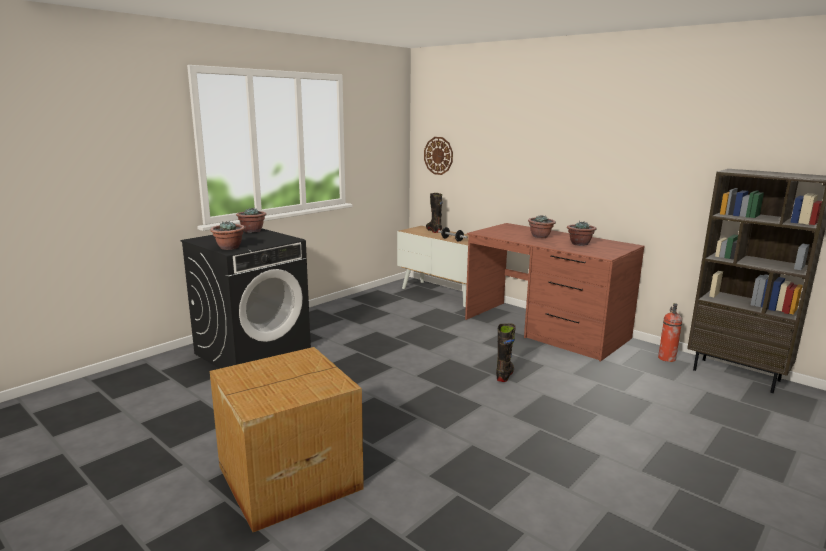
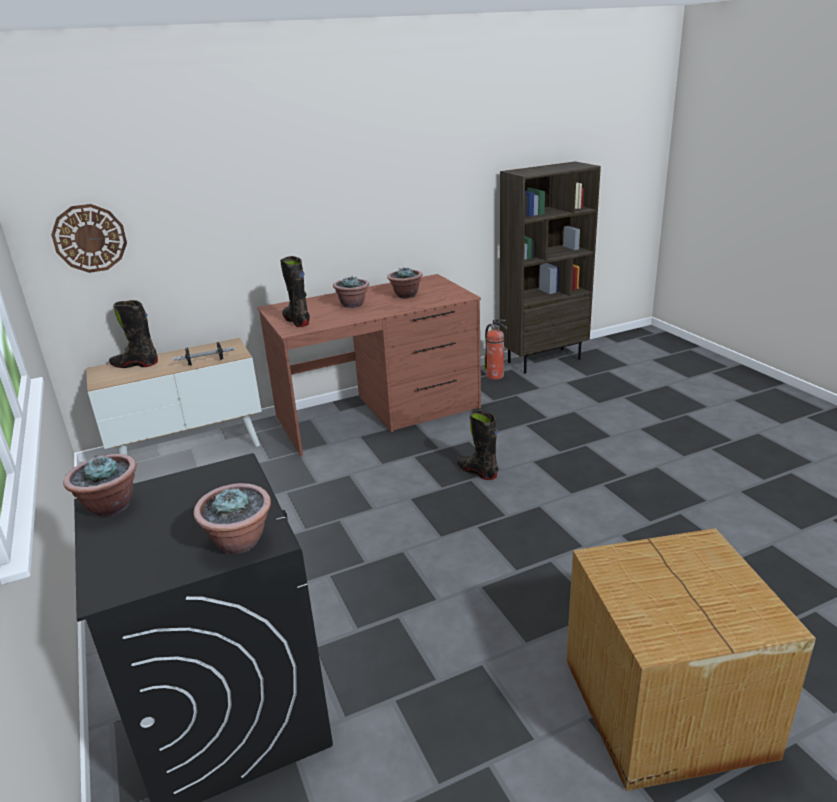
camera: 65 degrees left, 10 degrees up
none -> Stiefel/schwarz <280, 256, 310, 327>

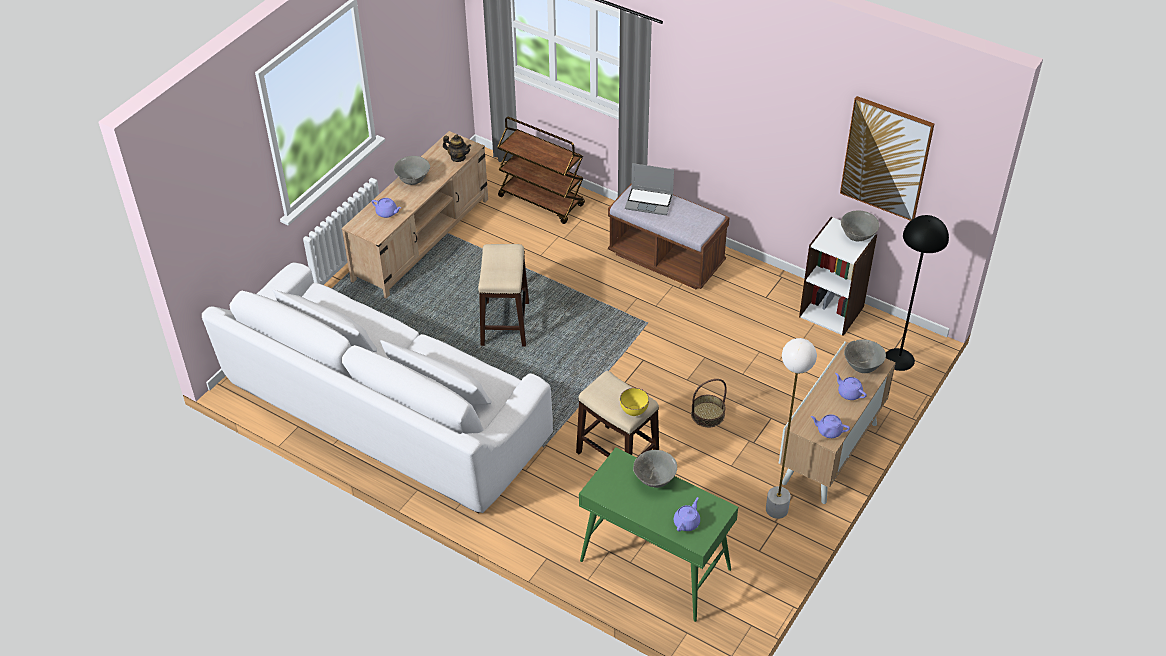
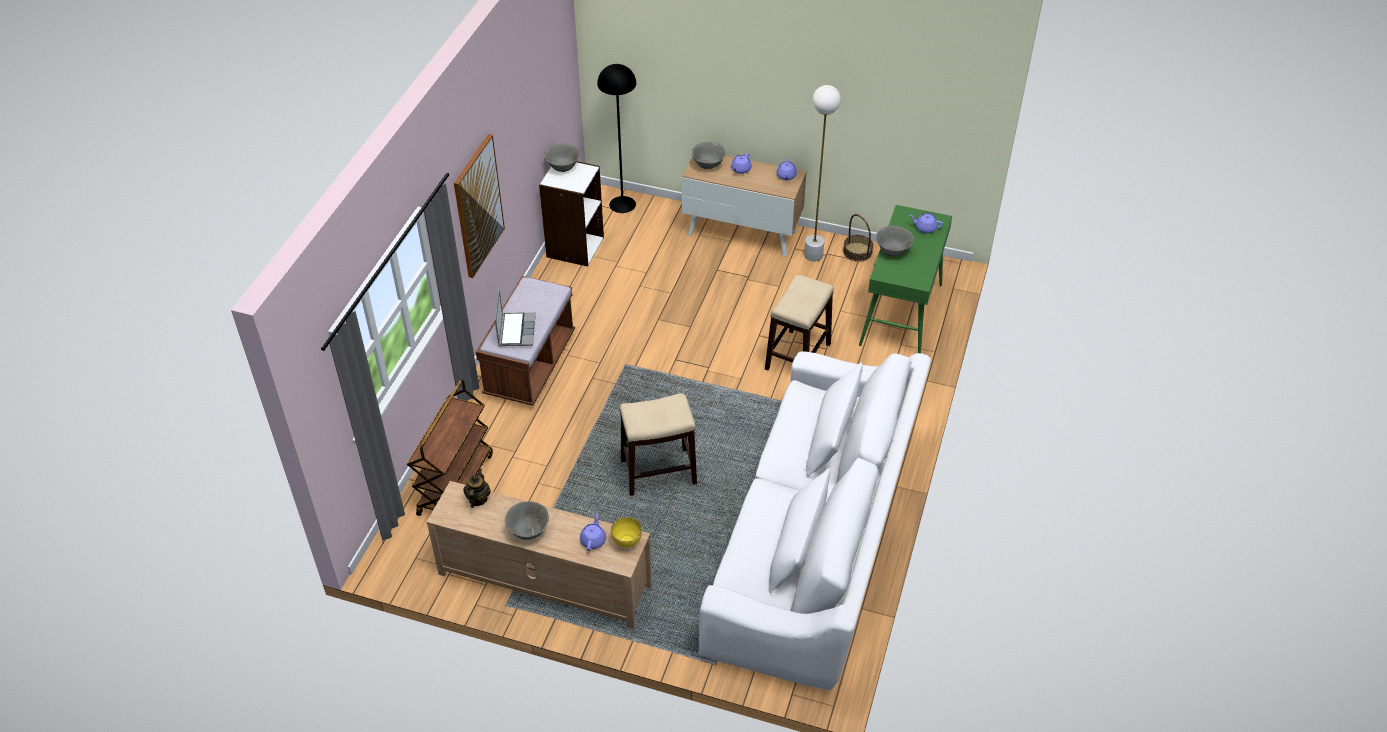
camera: 105 degrees left, 0 degrees up
Schüssel/gelb <620, 388, 649, 416> -> Schüssel/gelb <611, 517, 642, 548>, relocated
Korb <691, 379, 727, 427> -> Korb <843, 214, 873, 262>, relocated
Bild <840, 96, 934, 221> -> Bild <454, 134, 505, 278>, relocated

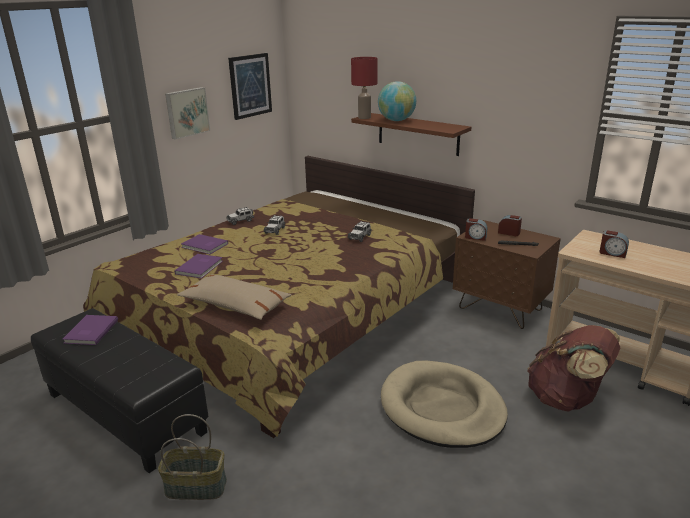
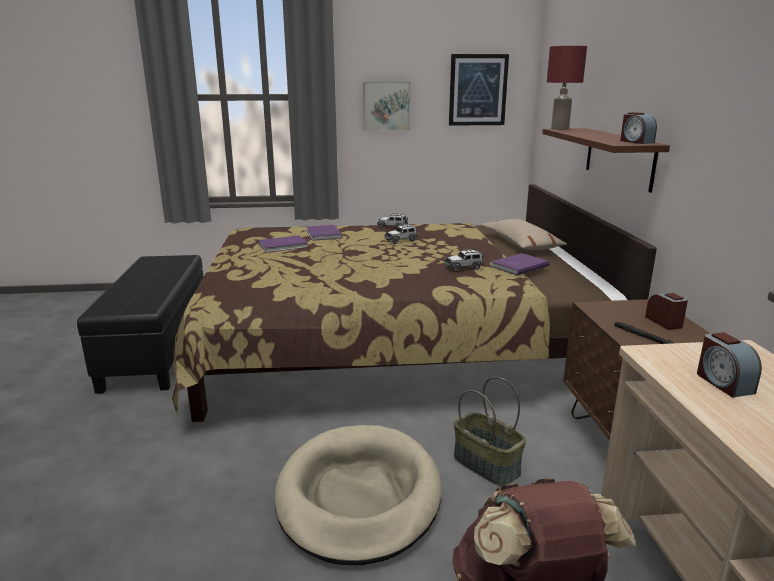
camera: 45 degrees right, 5 degrees down
Buch/lila <62, 315, 118, 345> -> Buch/lila <490, 253, 550, 276>, relocated
Korb <158, 414, 227, 500> -> Korb <454, 377, 526, 486>, relocated
Kissen/beige <177, 274, 292, 320> -> Kissen/beige <481, 219, 567, 250>, relocated
Globus <378, 81, 416, 121> -> none
Wecker <465, 218, 487, 241> -> Wecker <620, 112, 657, 144>, relocated

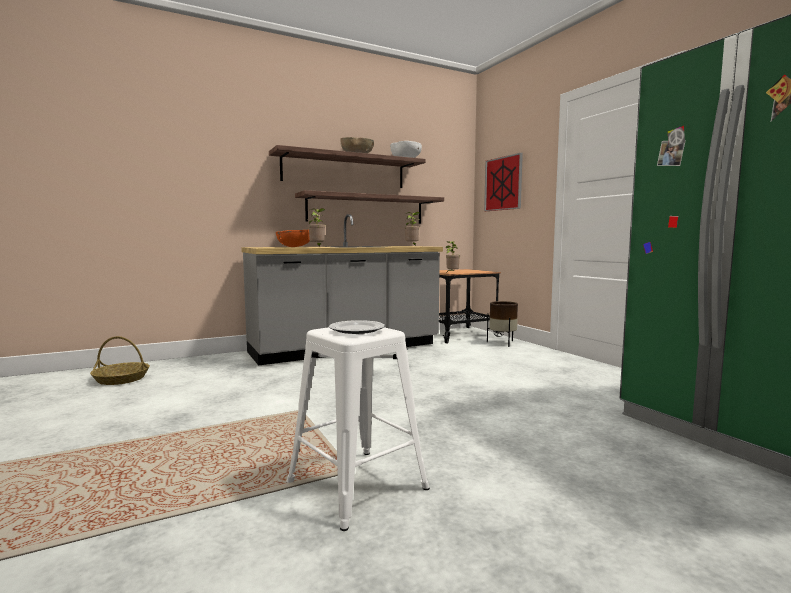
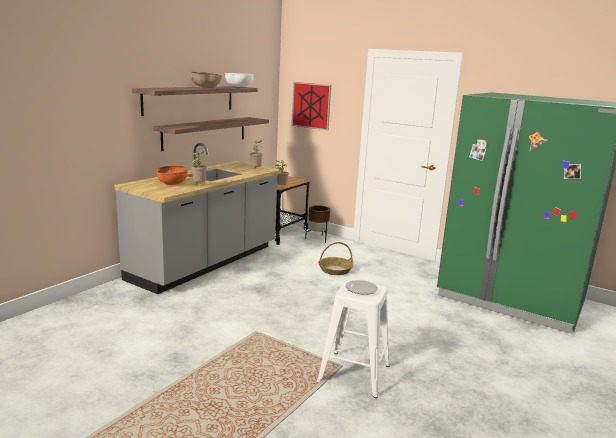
camera: 30 degrees left, 10 degrees up
Korb <90, 336, 150, 385> -> Korb <318, 242, 353, 275>, relocated

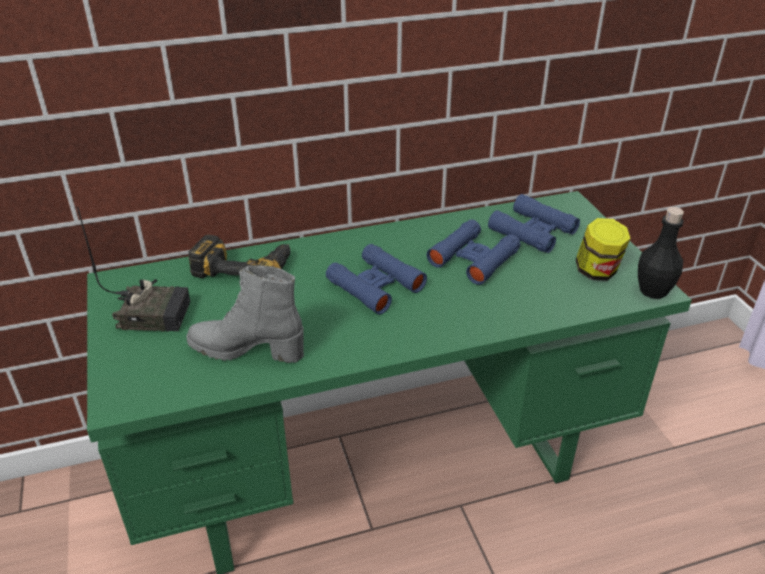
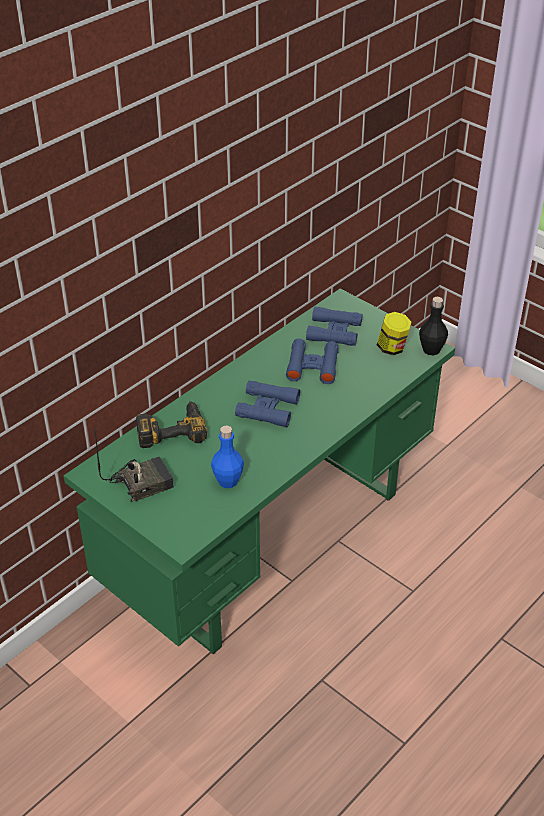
camera: 30 degrees left, 5 degrees up
Stiefel/grau <186, 265, 304, 363> -> Flasche/blau <211, 426, 244, 488>

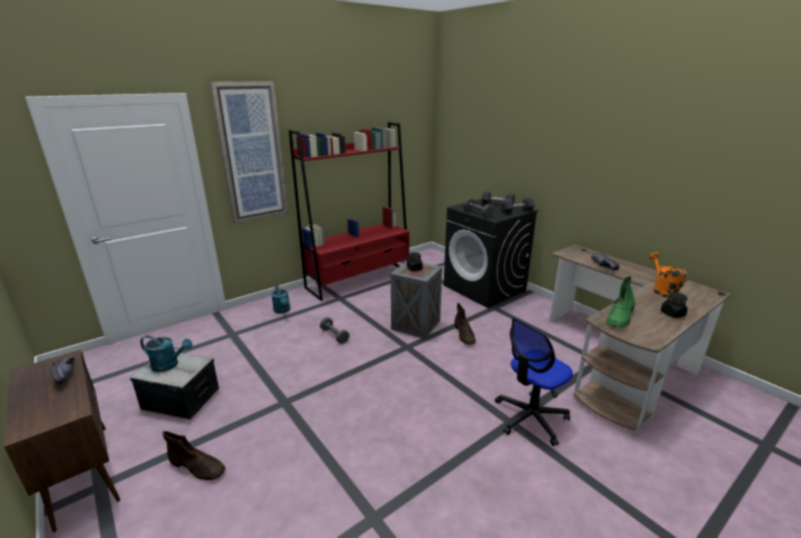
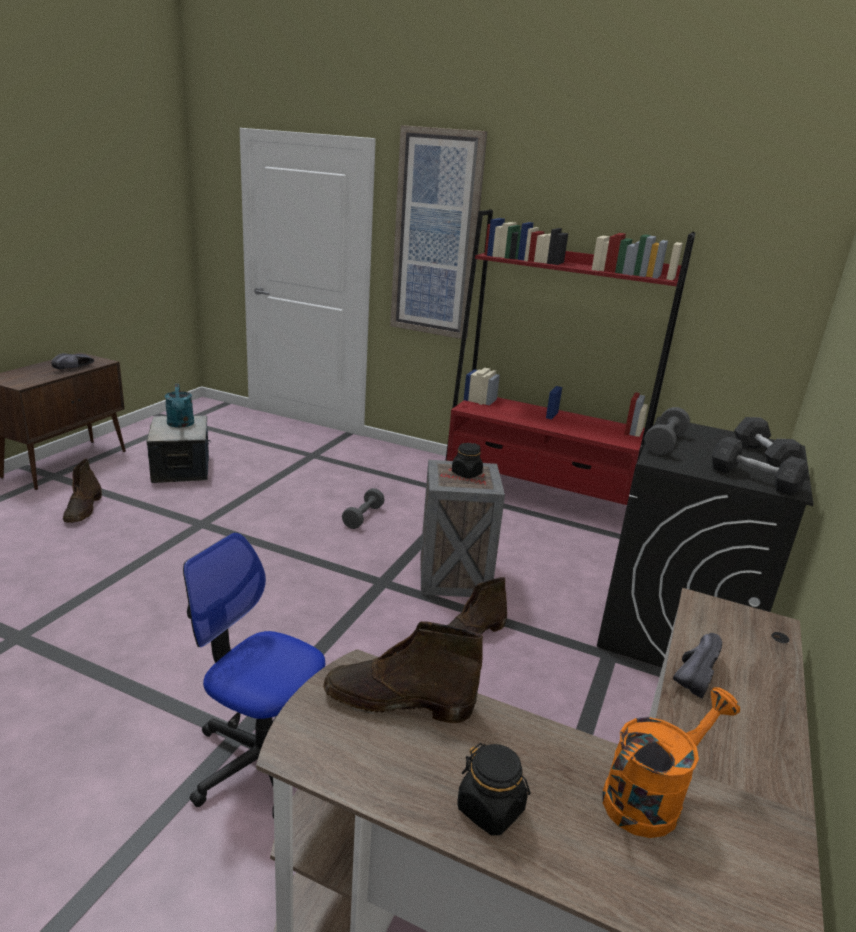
camera: 60 degrees right, 0 degrees up
Gießkanne/türkis <271, 285, 290, 313> -> none
Stiefel/grün <607, 276, 635, 328> -> Stiefel/braun <324, 621, 483, 723>

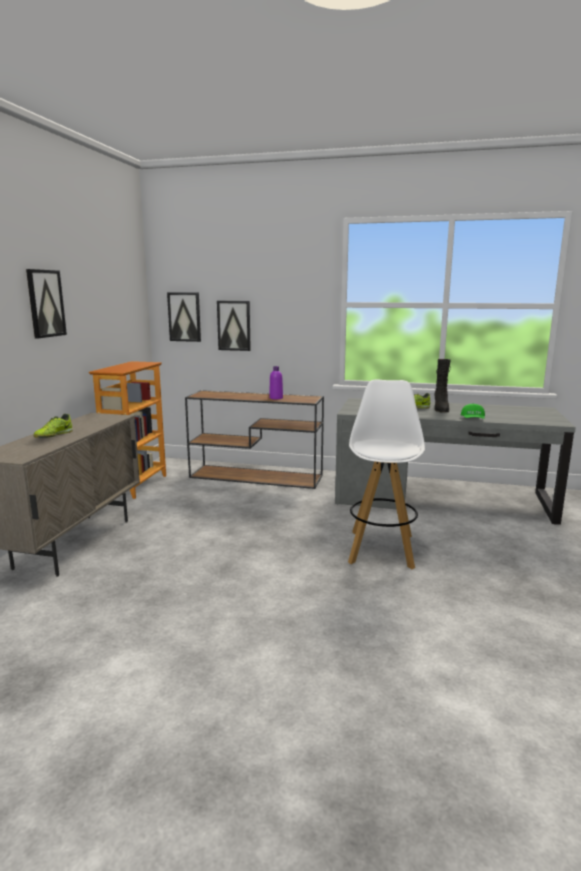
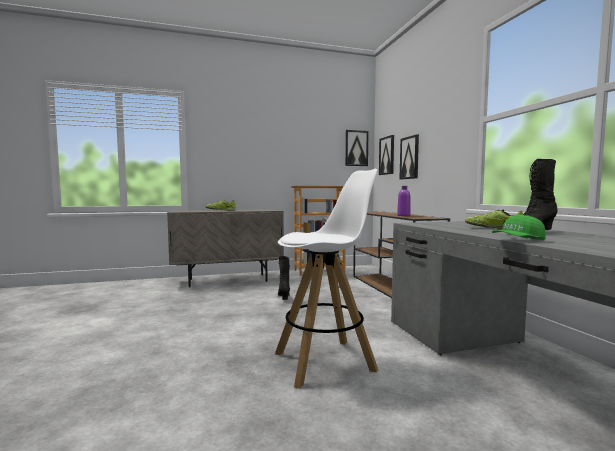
camera: 60 degrees right, 10 degrees down
Bild <26, 269, 67, 338> -> Bild <345, 130, 369, 166>, relocated
none -> Stiefel/schwarz <278, 256, 290, 300>

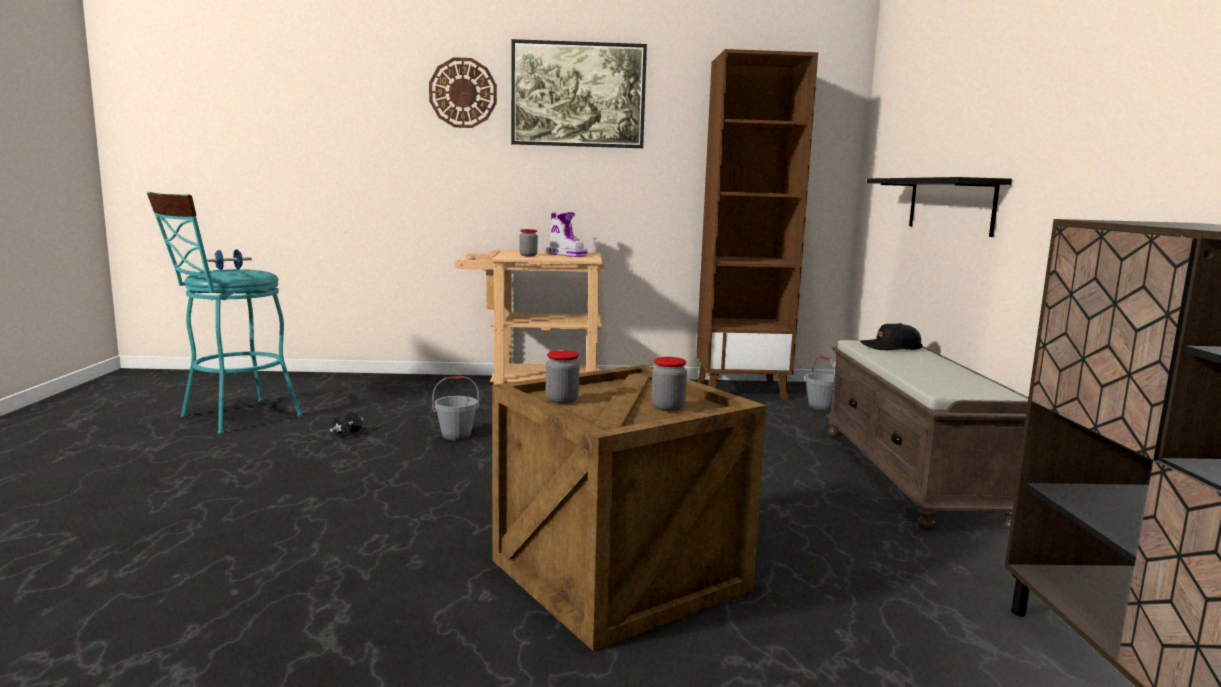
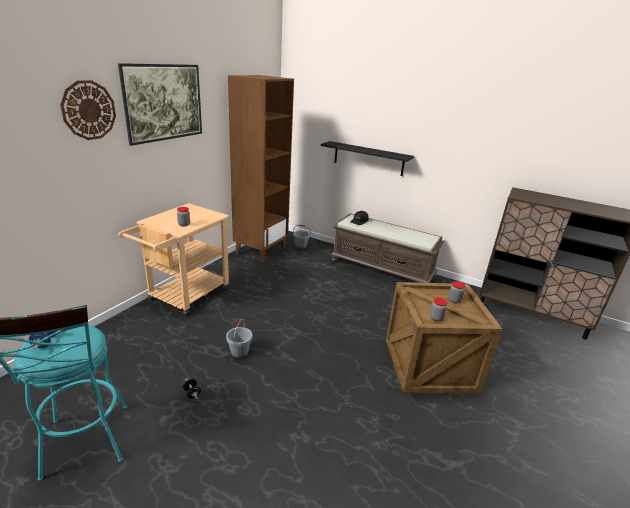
camera: 60 degrees left, 15 degrees up
Stiefel <546, 212, 588, 257> -> none

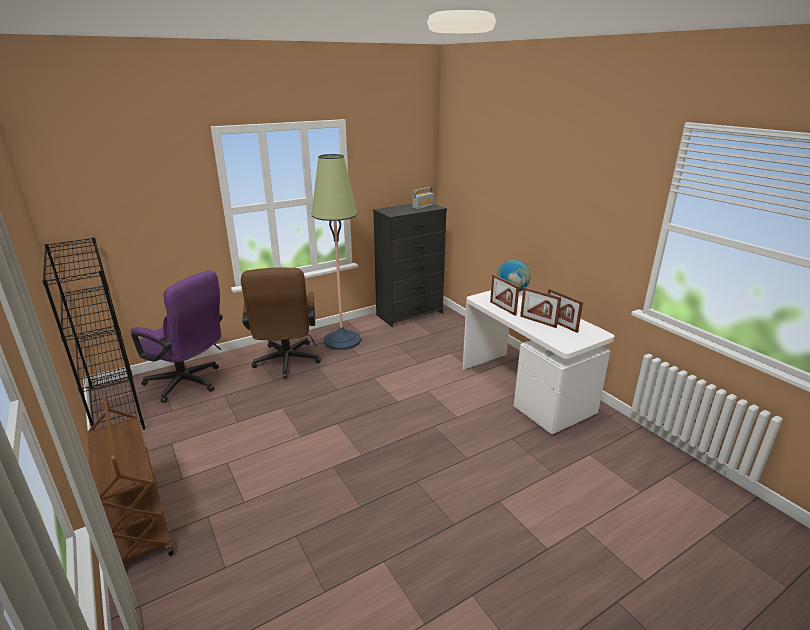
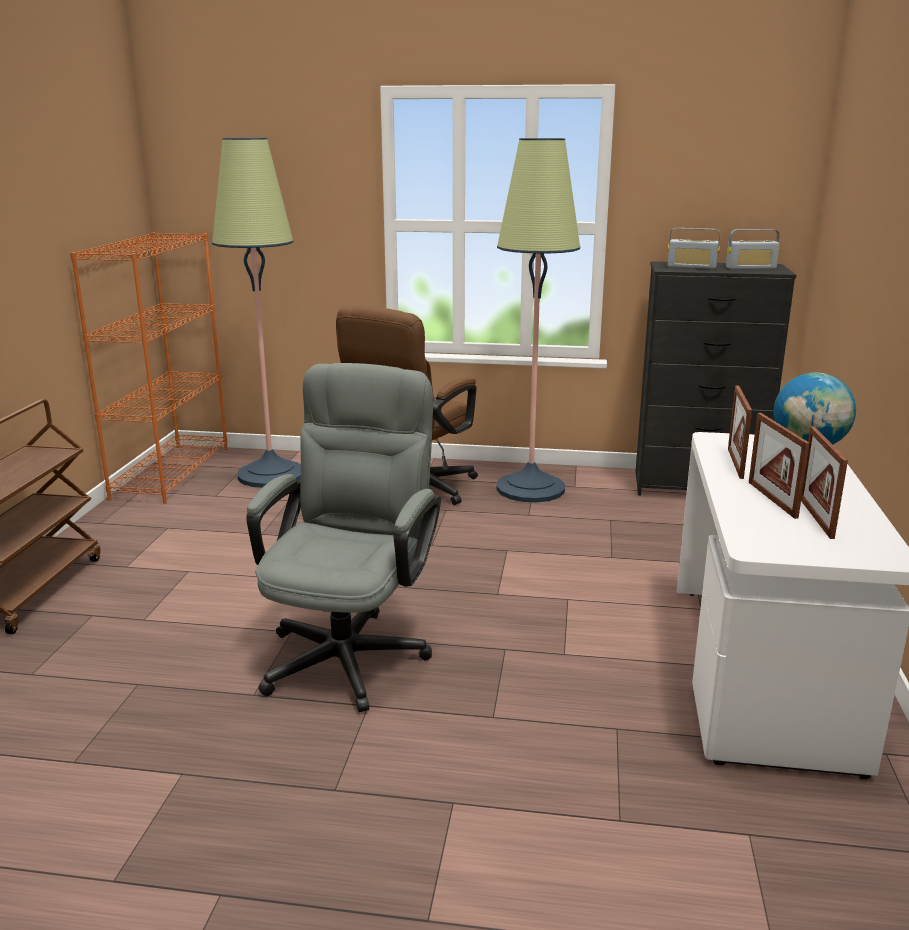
camera: 40 degrees right, 5 degrees down
Bücherregal/schwarz <42, 237, 145, 430> -> Bücherregal/orange <70, 233, 228, 504>
Bürostuhl/lila <130, 270, 223, 403> -> Stehlampe <212, 137, 301, 488>
none -> Bürostuhl/grau <246, 363, 441, 712>
none -> Radio <668, 228, 720, 269>

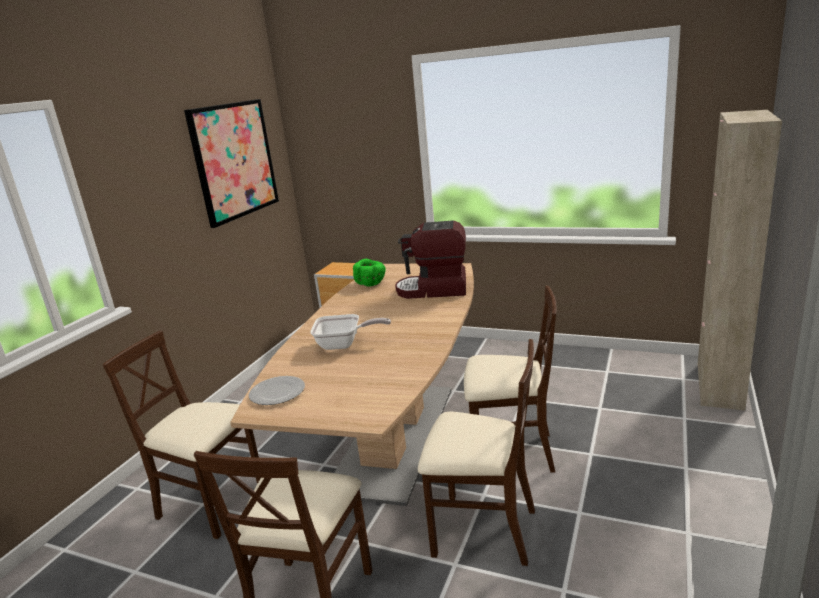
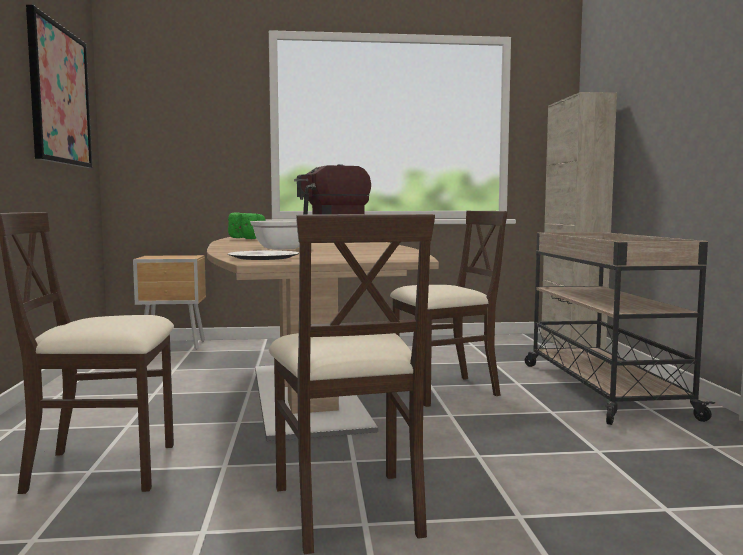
camera: 30 degrees left, 15 degrees down
Stuhl/beige <418, 339, 535, 566> -> none
none -> Rollwagen/beige <525, 232, 716, 425>

